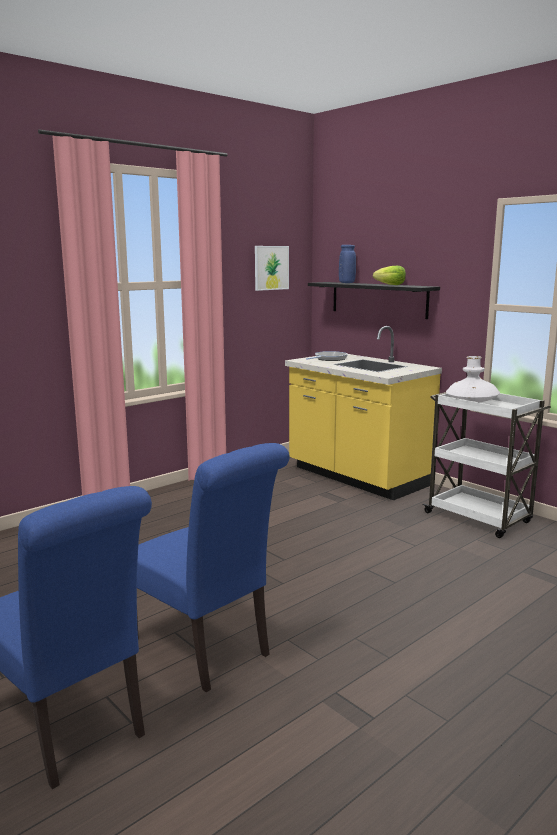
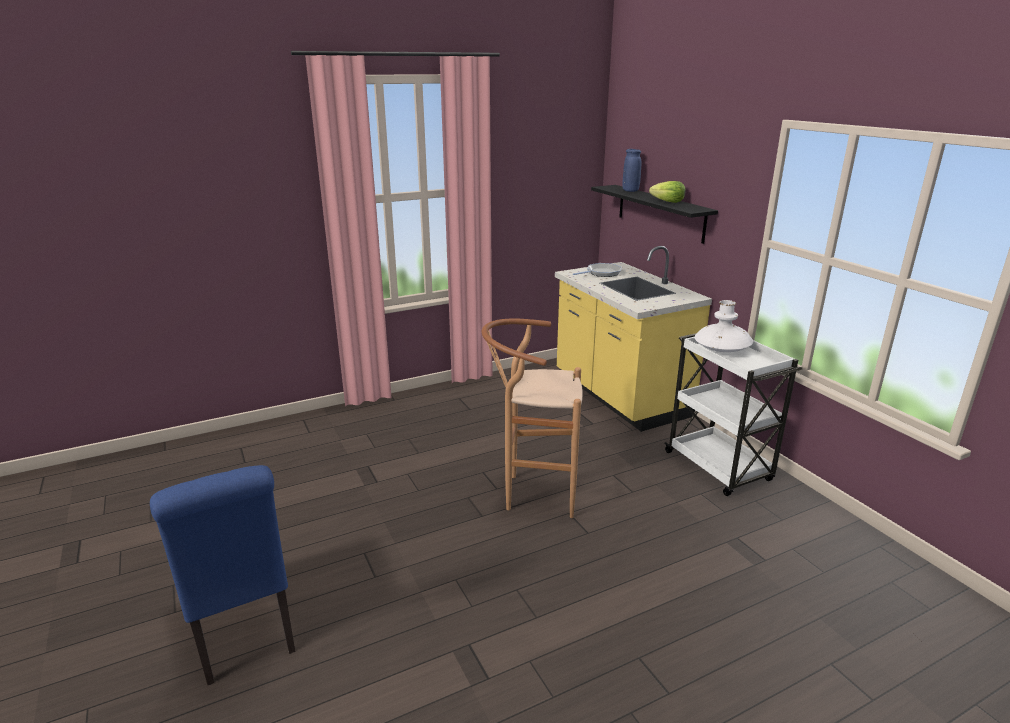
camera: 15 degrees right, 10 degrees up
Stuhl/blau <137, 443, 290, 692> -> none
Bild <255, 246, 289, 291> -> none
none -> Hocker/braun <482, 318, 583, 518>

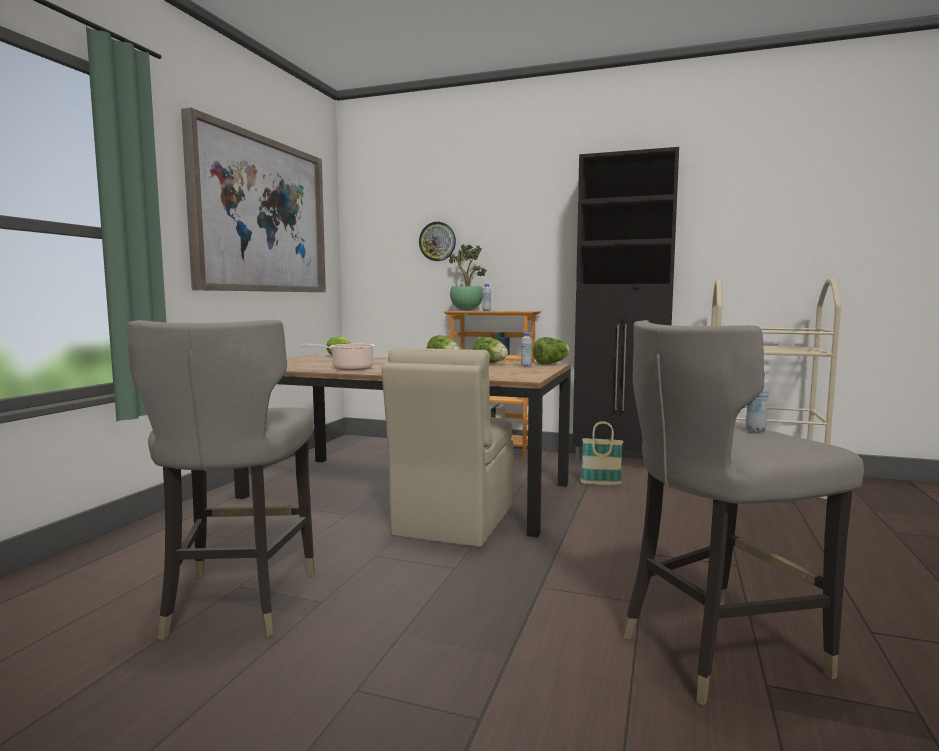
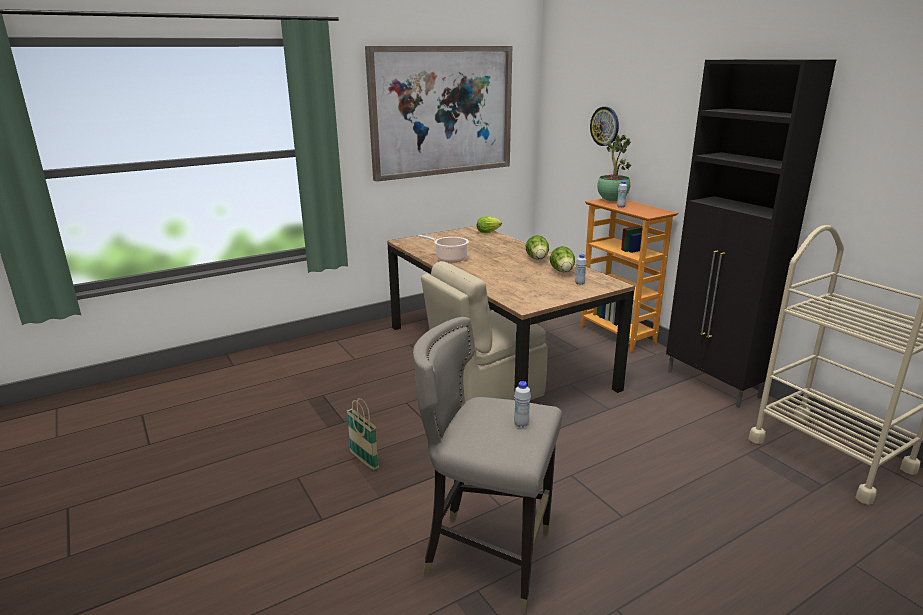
camera: 40 degrees right, 15 degrees up
Hocker/grau <127, 320, 315, 640> -> none
Salatkopf <533, 337, 570, 365> -> none
Korb <580, 421, 624, 485> -> Korb <347, 398, 379, 470>, relocated

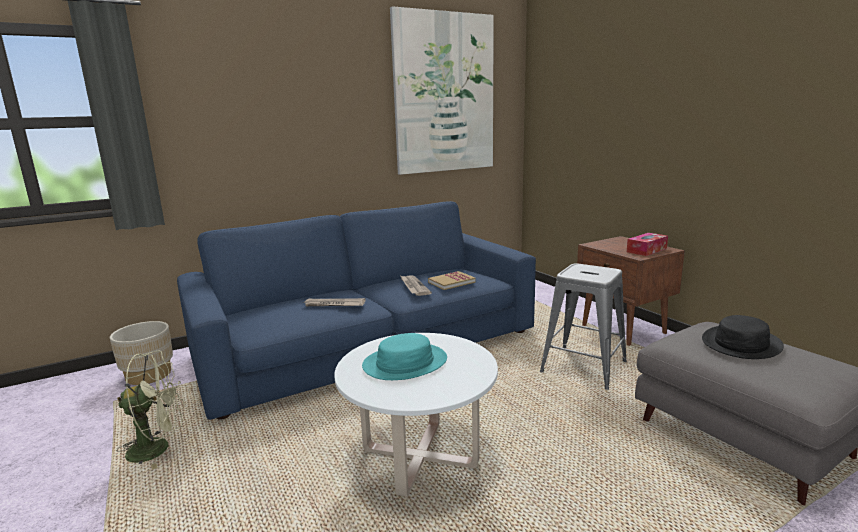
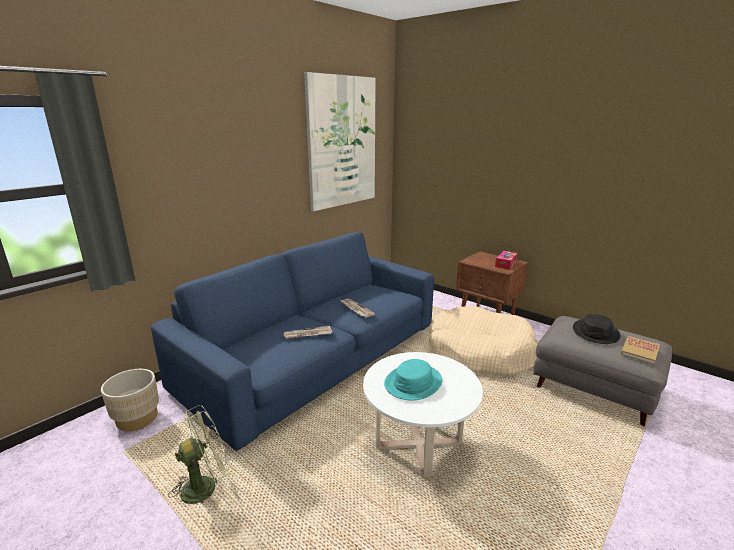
camera: 20 degrees left, 5 degrees up
Buch <428, 271, 476, 290> -> Buch <621, 336, 660, 365>, relocated
Hocker/grau <540, 263, 627, 390> -> Hundebett/beige <429, 306, 537, 376>

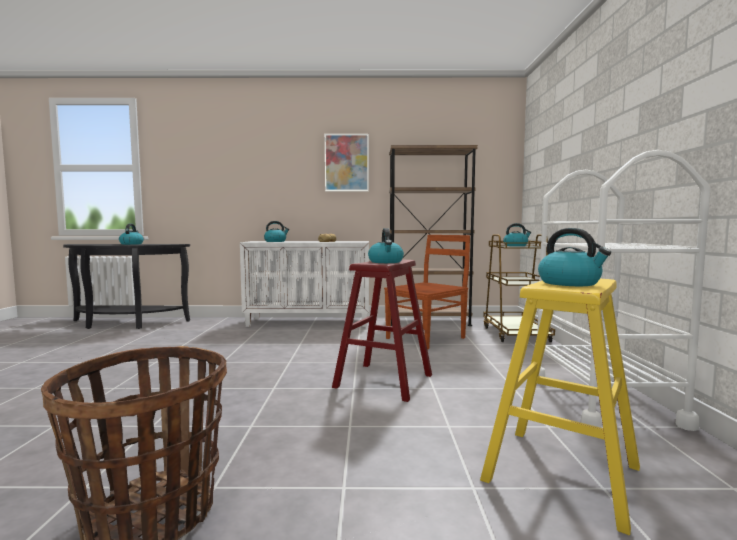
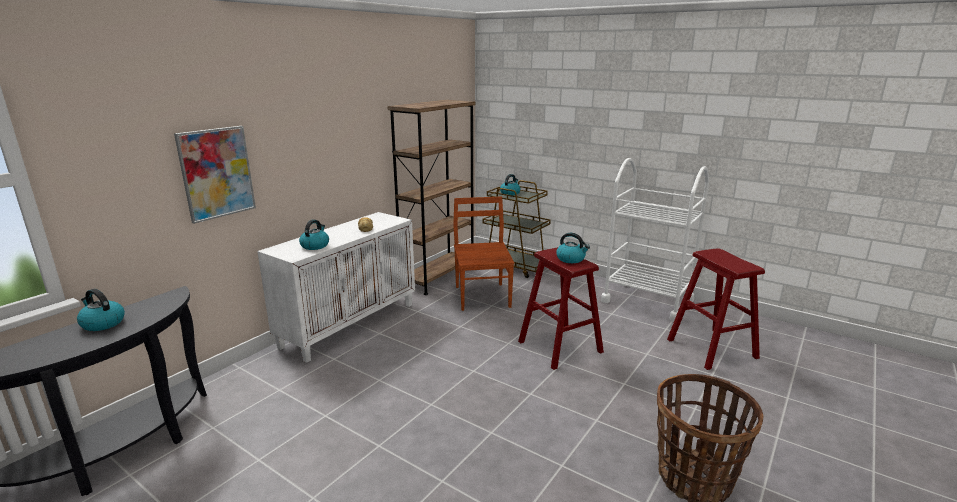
camera: 55 degrees left, 15 degrees up
Bild <325, 134, 369, 191> -> Bild <174, 126, 256, 224>, relocated
Hocker/gelb <480, 279, 640, 535> -> Hocker/rot <667, 248, 765, 370>
Wasserkessel <538, 228, 611, 286> -> none

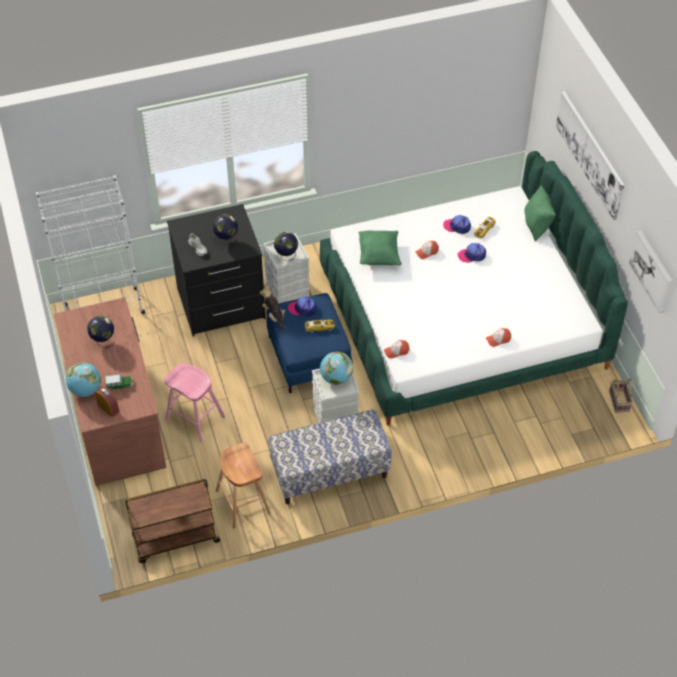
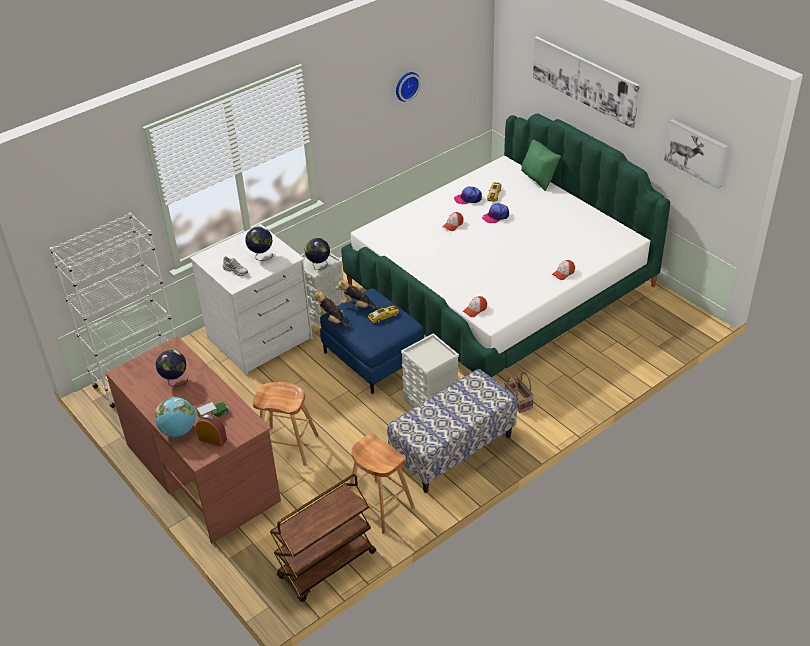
camera: 20 degrees left, 10 degrees down
Hocker/rosa <164, 364, 225, 442> -> Hocker/braun <252, 382, 319, 466>
Kommode/schwarz <167, 204, 266, 336> -> Kommode/weiß <190, 224, 313, 375>
Kappe <288, 297, 317, 316> -> Plüschtier <336, 277, 380, 310>
Globus <320, 352, 353, 385> -> none
Kissen/grün <359, 231, 402, 266> -> none
Korb <609, 378, 633, 413> -> Korb <504, 372, 534, 413>, relocated
none -> Wanduhr <396, 72, 421, 102>

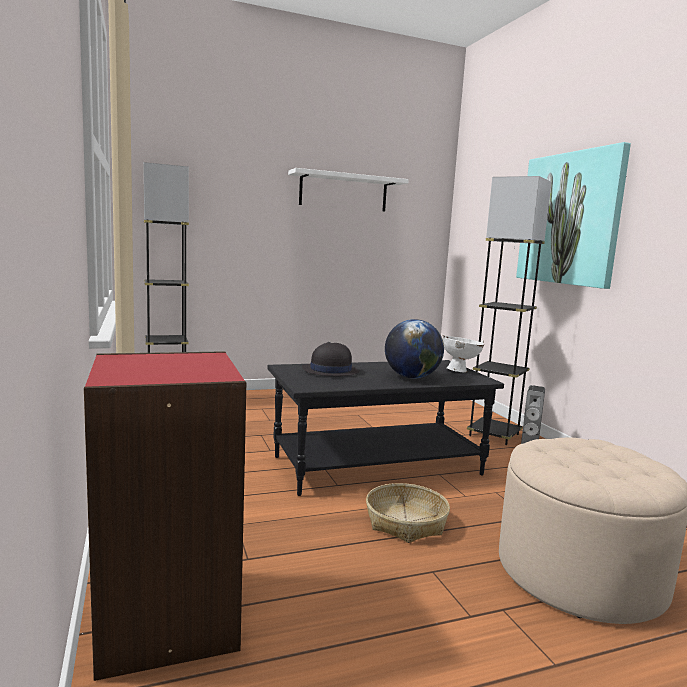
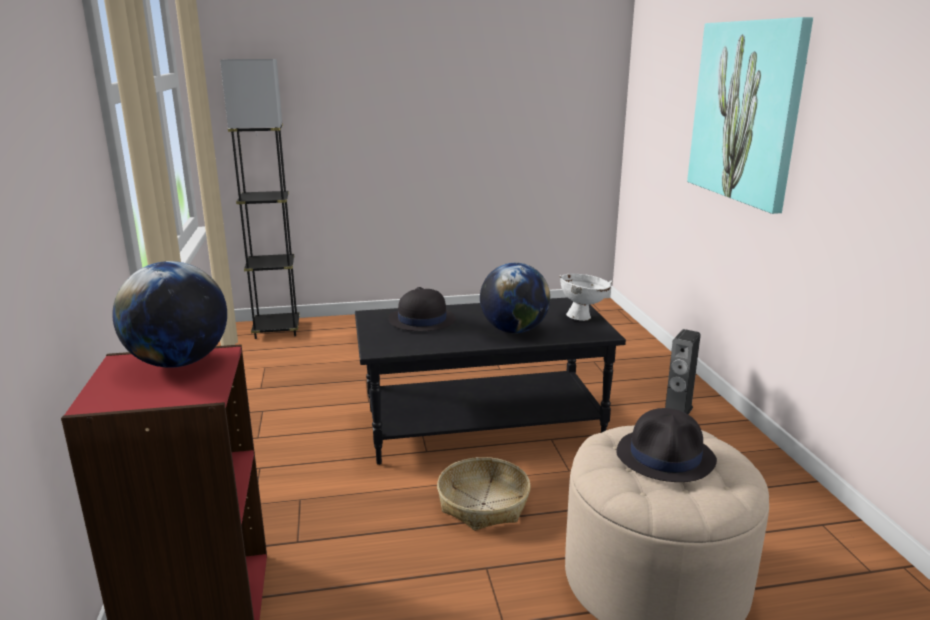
camera: 10 degrees right, 10 degrees up
Wandregal/weiß <288, 168, 409, 212> -> none
Stehlampe/grau <467, 176, 551, 445> -> none
none -> Globus <112, 261, 227, 368>
none -> Hut/schwarz <616, 408, 717, 482>

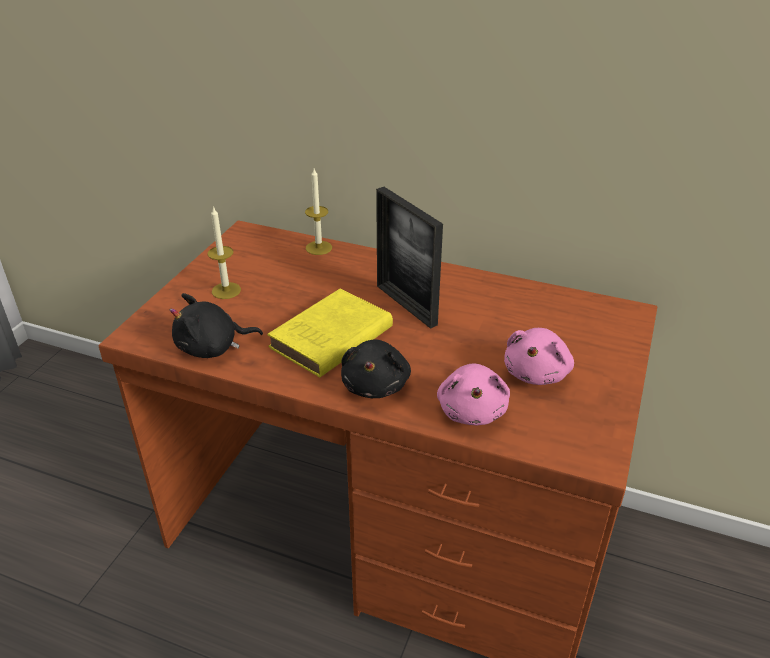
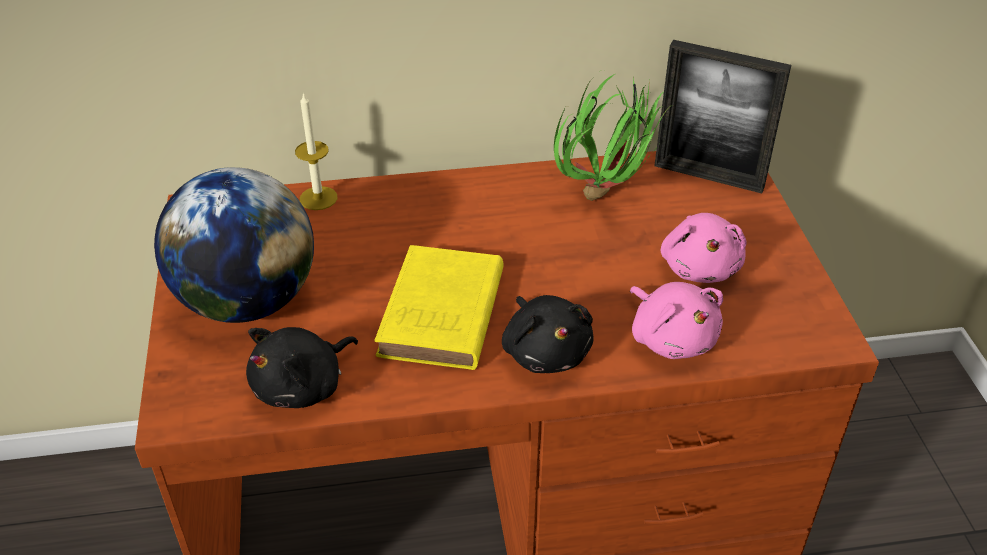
camera: 30 degrees left, 5 degrees up
Kerze <208, 206, 241, 299> -> Globus <154, 167, 314, 323>
Bilderrahmen <376, 187, 443, 329> -> Bilderrahmen <654, 40, 791, 193>, relocated
none -> Topfpflanze <554, 70, 672, 201>

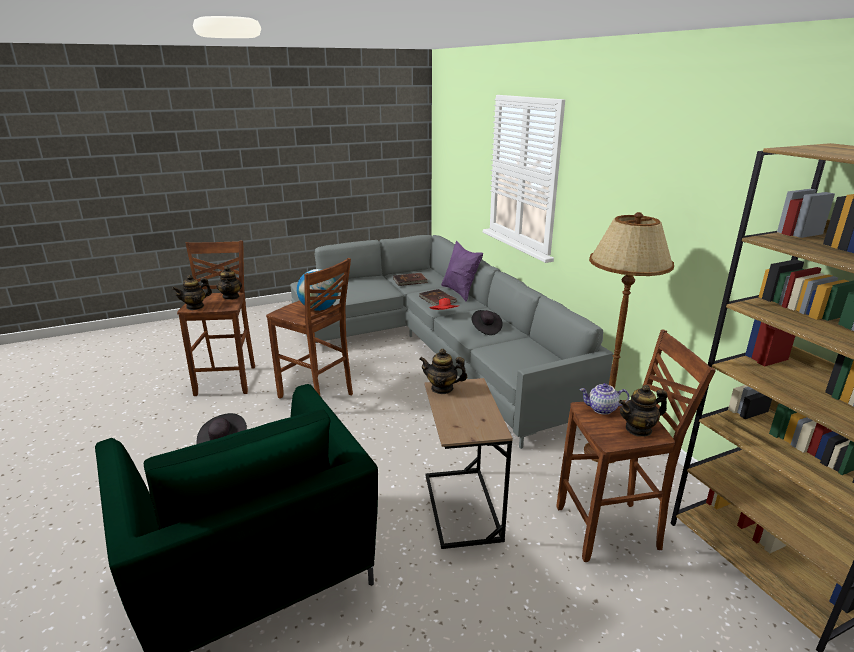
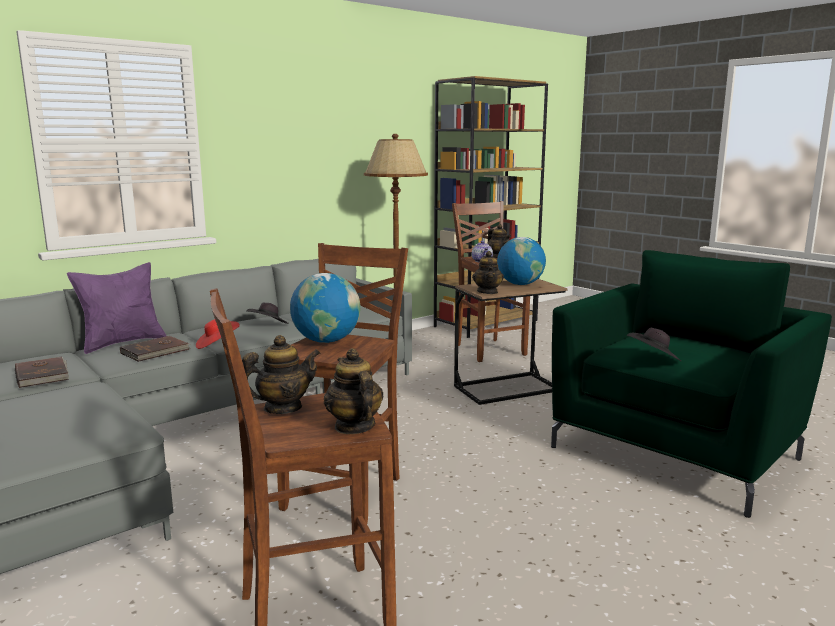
camera: 105 degrees left, 10 degrees down
Teekanne <172, 275, 212, 310> -> Teekanne <324, 348, 383, 434>, 150 degrees counterclockwise
none -> Globus <497, 237, 546, 285>

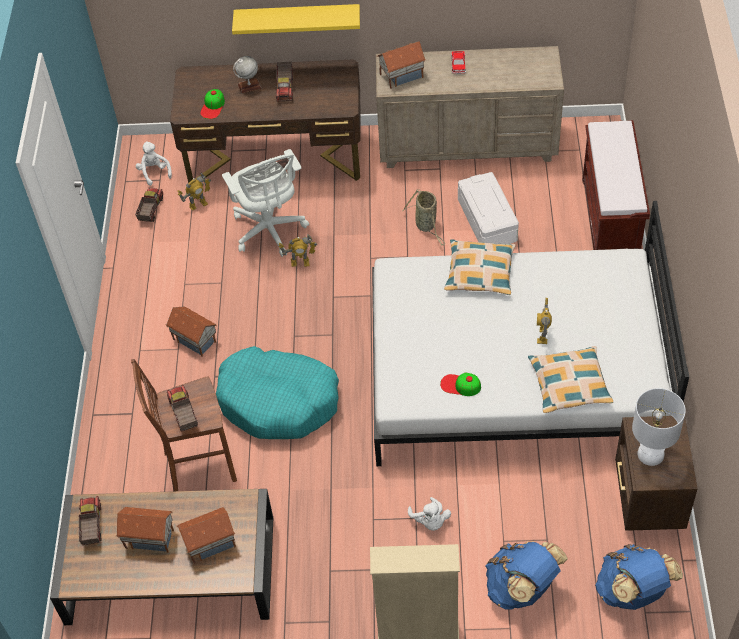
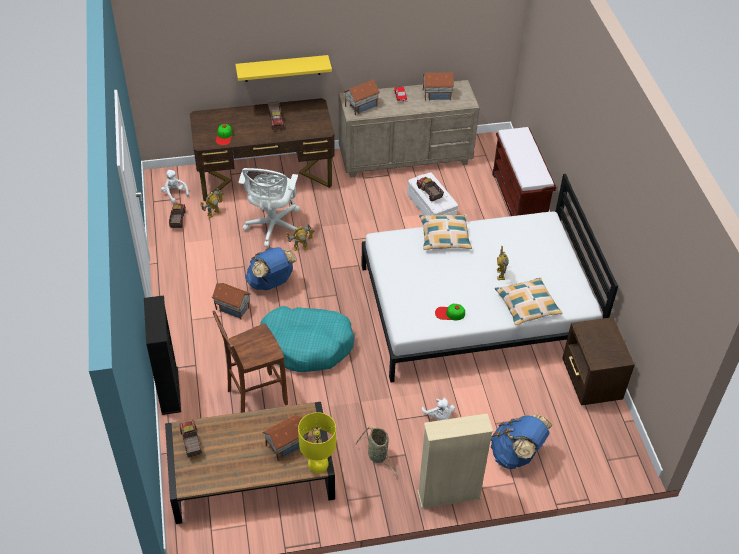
camera: 15 degrees left, 5 degrees down
Spielzeughaus <116, 507, 174, 553> -> Spielzeughaus <422, 73, 454, 101>, relocated
Spielzeuglaster <167, 385, 198, 432> -> Spielzeuglaster <417, 177, 444, 201>, relocated
Bürostuhl/weiß <222, 149, 309, 257> -> Bürostuhl/weiß <239, 168, 300, 247>, 45 degrees clockwise
Globus <233, 56, 261, 93> -> none
Korb <403, 189, 445, 245> -> Korb <355, 427, 399, 476>, relocated
Rucksack/blau <595, 544, 683, 610> -> Rucksack/blau <246, 247, 297, 290>, relocated
Tischlampe/weiß <632, 388, 686, 466> -> none
none -> Bücherregal/schwarz <144, 295, 181, 415>
none -> Tischlampe/gelb <298, 412, 336, 473>

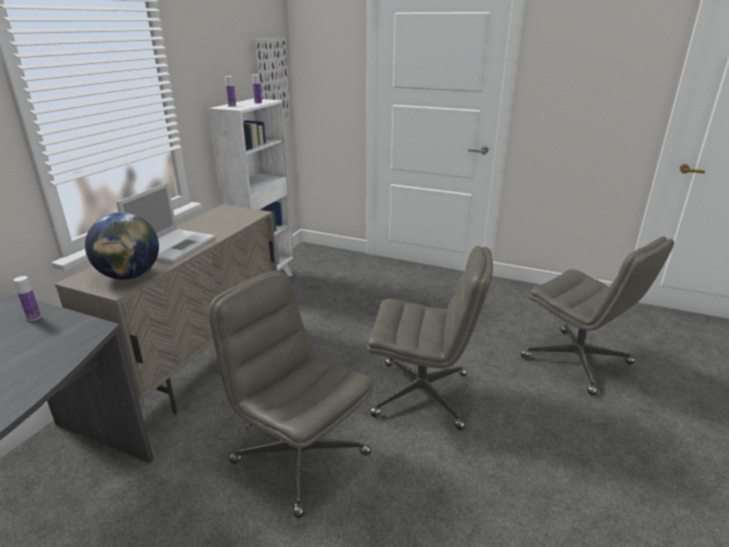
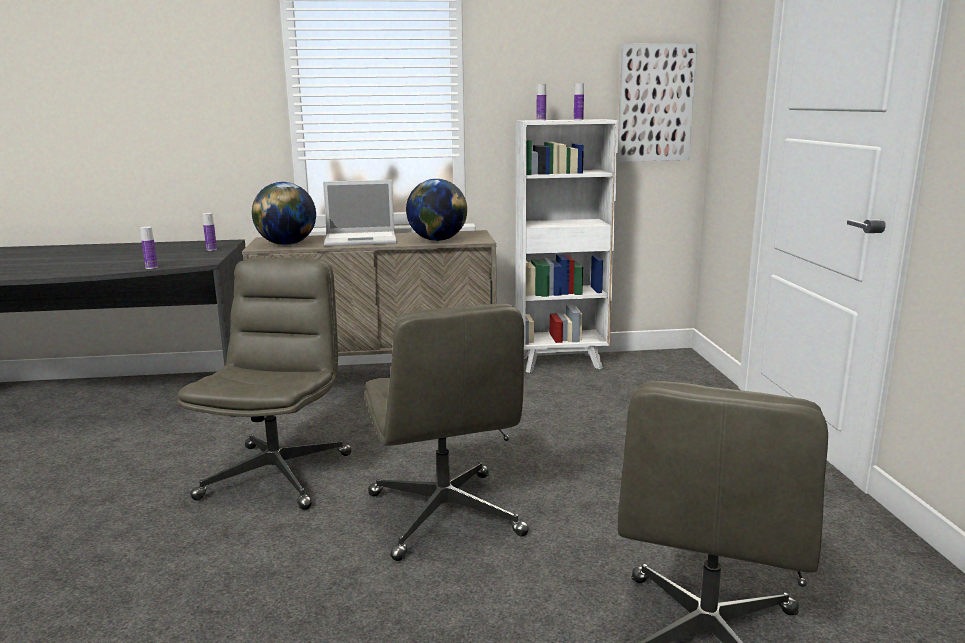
camera: 60 degrees right, 10 degrees down
none -> Flasche <140, 227, 158, 269>
none -> Globus <406, 179, 467, 241>

